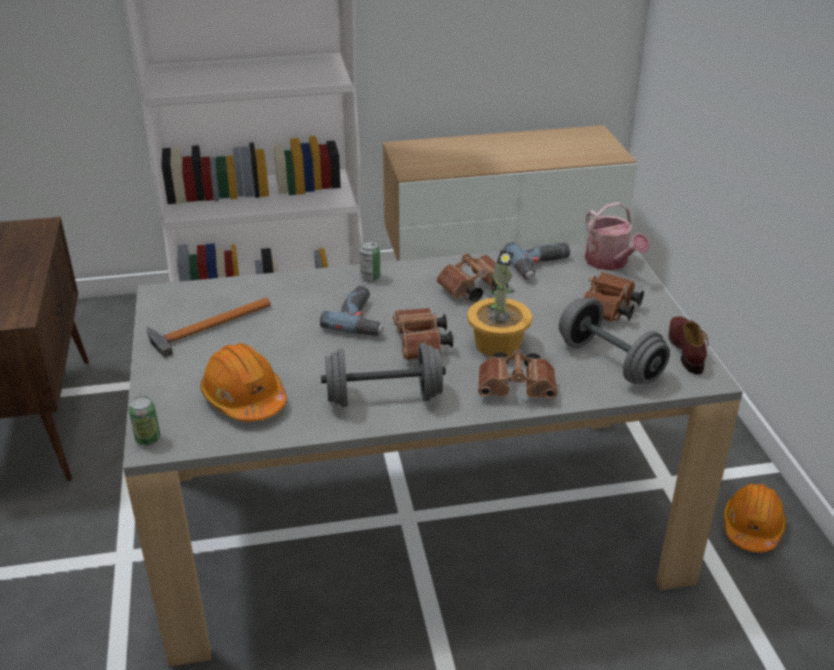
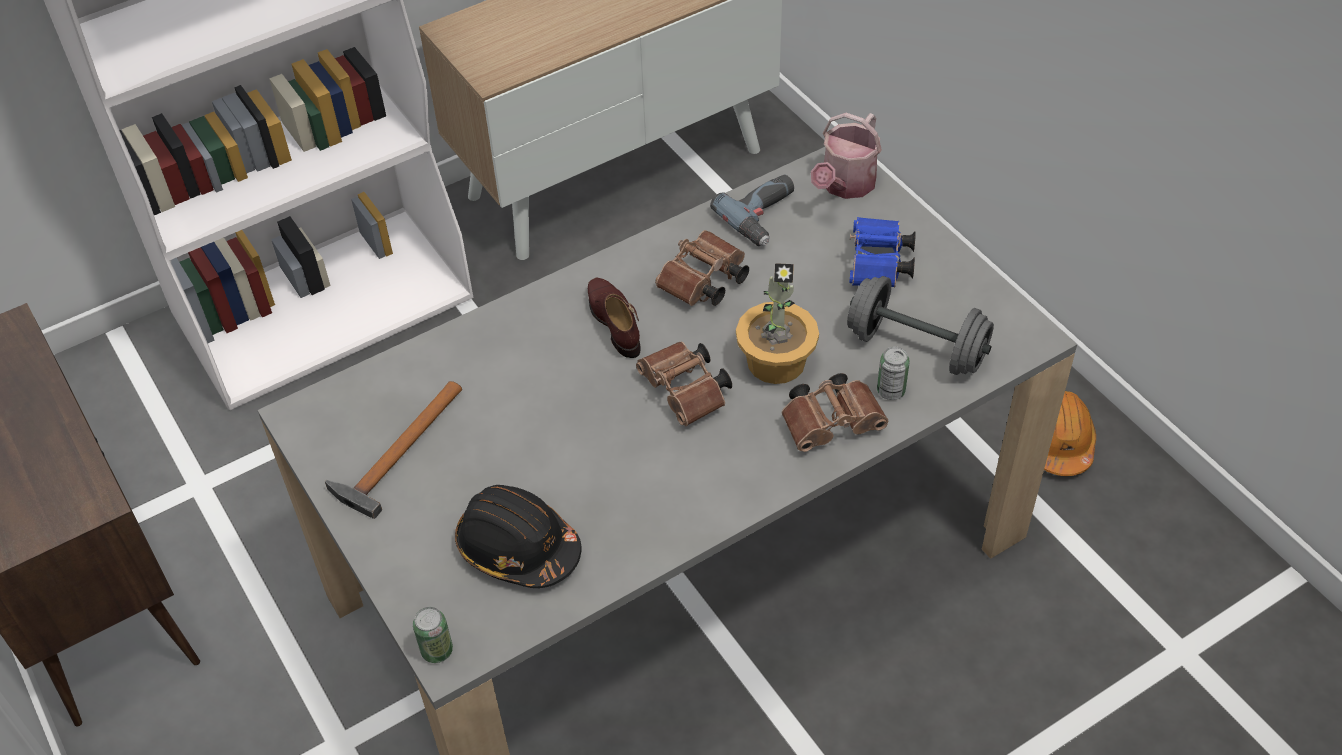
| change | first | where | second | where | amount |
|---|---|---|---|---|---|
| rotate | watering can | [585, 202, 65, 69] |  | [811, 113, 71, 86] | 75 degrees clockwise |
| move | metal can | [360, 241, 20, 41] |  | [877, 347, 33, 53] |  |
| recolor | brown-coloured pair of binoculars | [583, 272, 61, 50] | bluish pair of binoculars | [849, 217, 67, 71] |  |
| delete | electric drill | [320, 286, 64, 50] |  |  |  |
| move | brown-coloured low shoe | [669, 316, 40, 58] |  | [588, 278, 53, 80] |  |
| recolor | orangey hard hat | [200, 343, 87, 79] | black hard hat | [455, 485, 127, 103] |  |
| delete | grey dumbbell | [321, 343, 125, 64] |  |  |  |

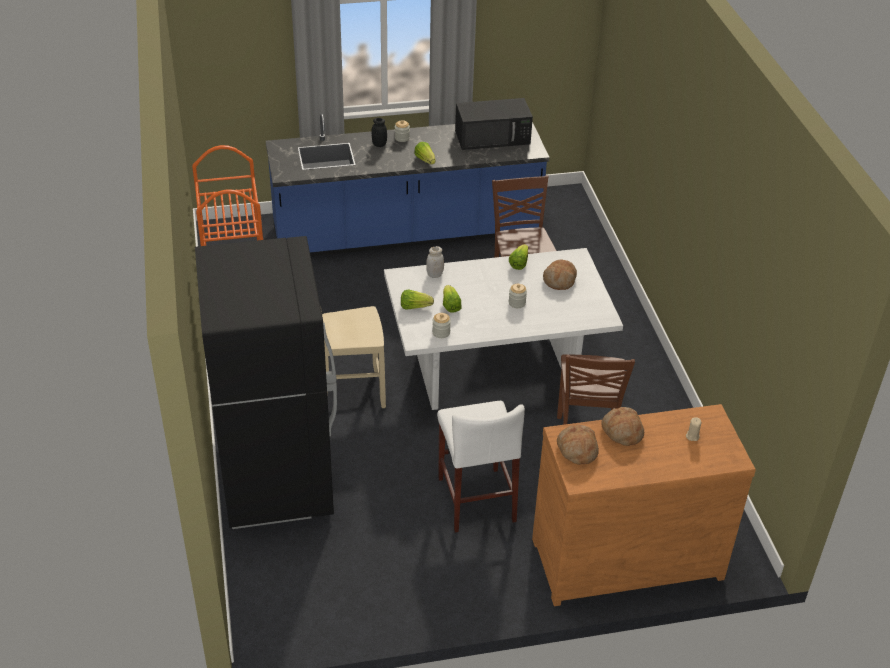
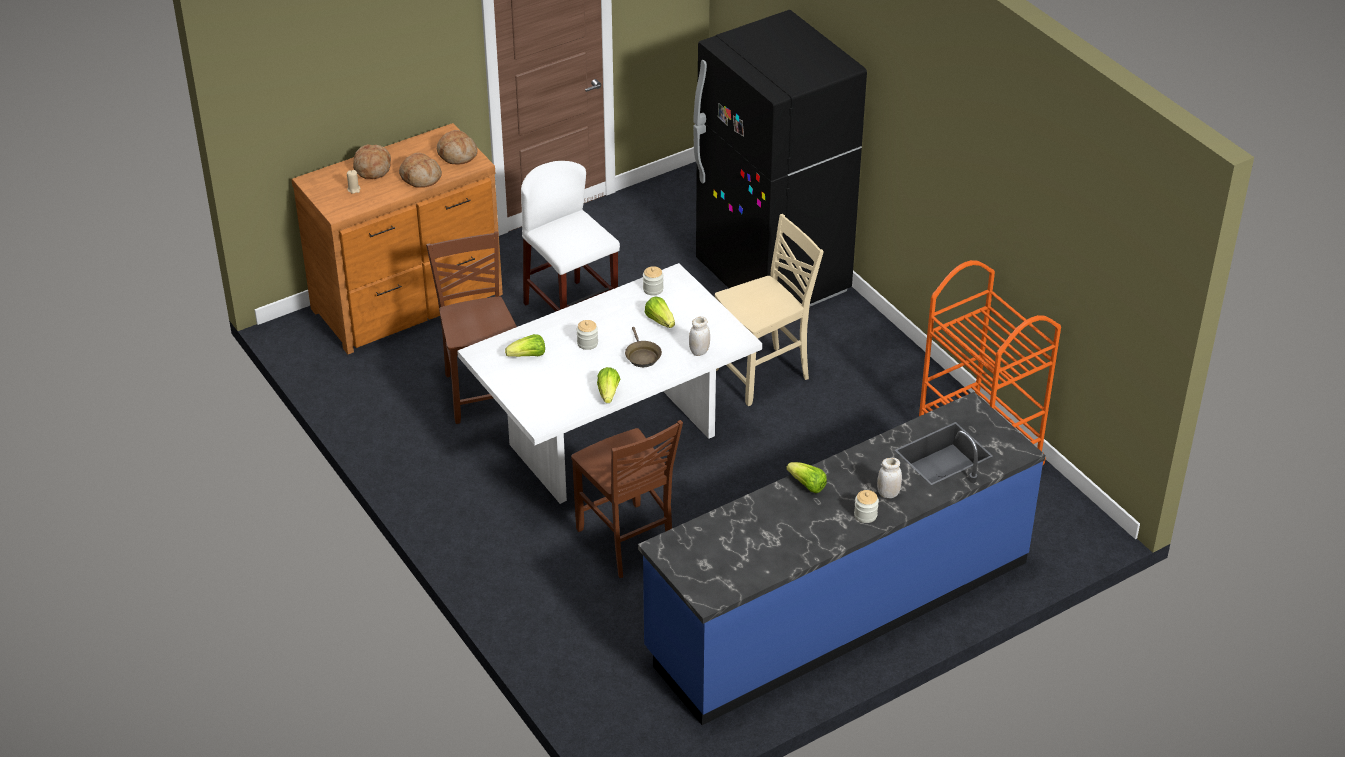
| change | first | where | second | where | amount |
|---|---|---|---|---|---|
| delete | black kitchen microwave | [455, 98, 78, 52] |  |  |  |
| recolor | black jar | [372, 118, 15, 29] | whitish jar | [877, 458, 25, 40] |  |
| move | bread | [543, 259, 34, 31] |  | [353, 144, 38, 35] |  |
| move | lettuce | [401, 289, 33, 21] |  | [505, 334, 40, 23] |  |
| insert |  |  | brown-coloured pan | [625, 327, 37, 40] |  |

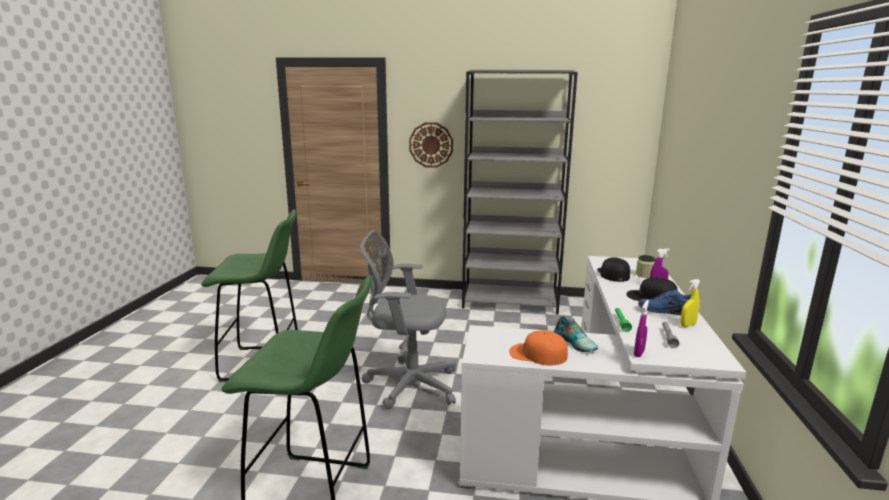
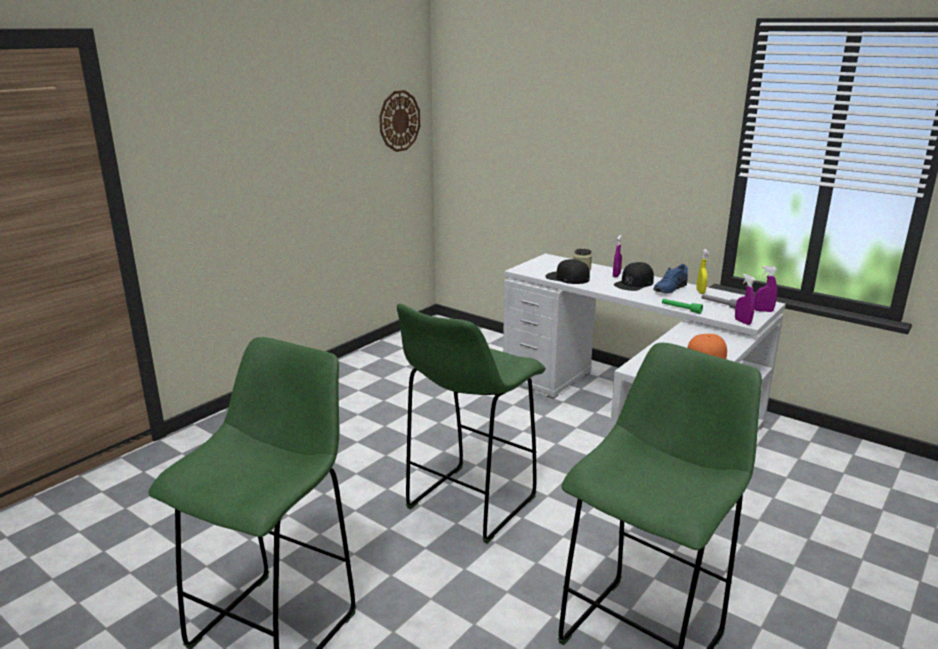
| change | first | where | second | where | amount |
|---|---|---|---|---|---|
| delete | grey bookshelf | [462, 70, 116, 244] |  |  |  |
| move | hanging clock | [409, 122, 44, 46] |  | [379, 90, 41, 62] |  |
| replace | grey office chair | [360, 230, 96, 179] | green-coloured stool seat | [397, 304, 149, 240] |  |
| delete | low shoe | [554, 316, 44, 36] |  |  |  |
| insert |  |  | purplish sprayer | [755, 266, 22, 46] |  |

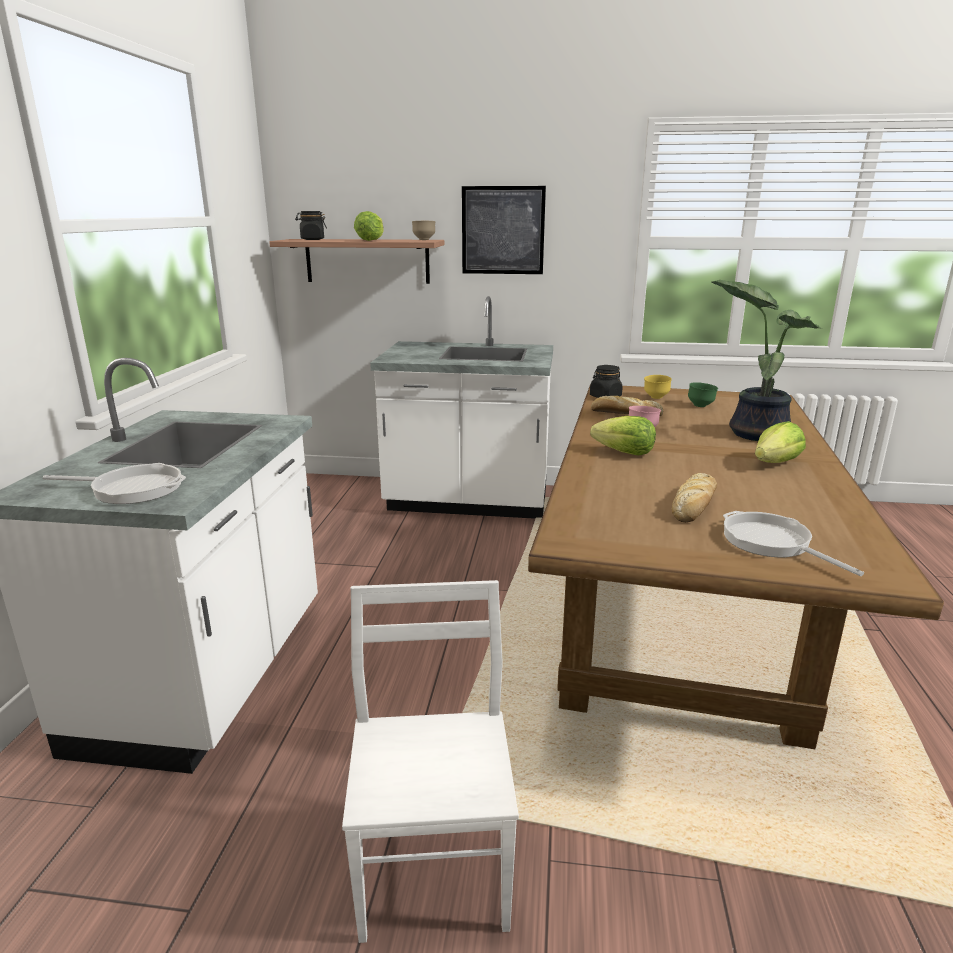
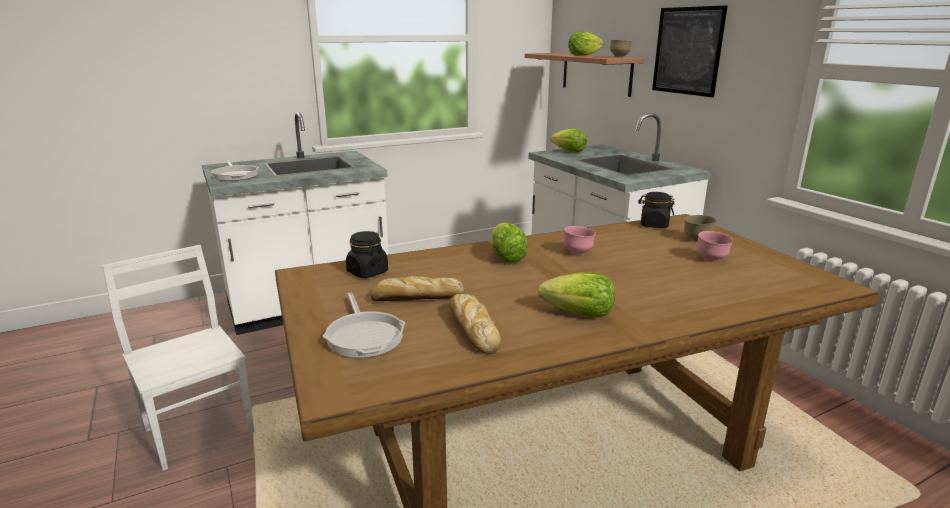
| change | first | where | second | where | amount |
|---|---|---|---|---|---|
| move | black jar | [295, 211, 32, 29] |  | [346, 231, 42, 47] |  |
| delete | potted plant | [712, 280, 110, 161] |  |  |  |
| recolor | yellow deep dish | [644, 375, 28, 24] | brown-coloured deep dish | [684, 215, 32, 27] |  |
| recolor | green-coloured deep dish | [688, 382, 30, 25] | pink-coloured deep dish | [697, 231, 36, 31] |  |
| move | bread | [591, 396, 72, 20] |  | [449, 294, 52, 60] |  |
| rotate | pan | [723, 511, 141, 65] |  | [323, 292, 82, 66] | 135 degrees clockwise |
| rotate | whitish upright chair | [342, 580, 177, 363] |  | [102, 245, 153, 226] | 90 degrees counterclockwise |
| insert |  |  | lettuce | [551, 129, 36, 24] |  |

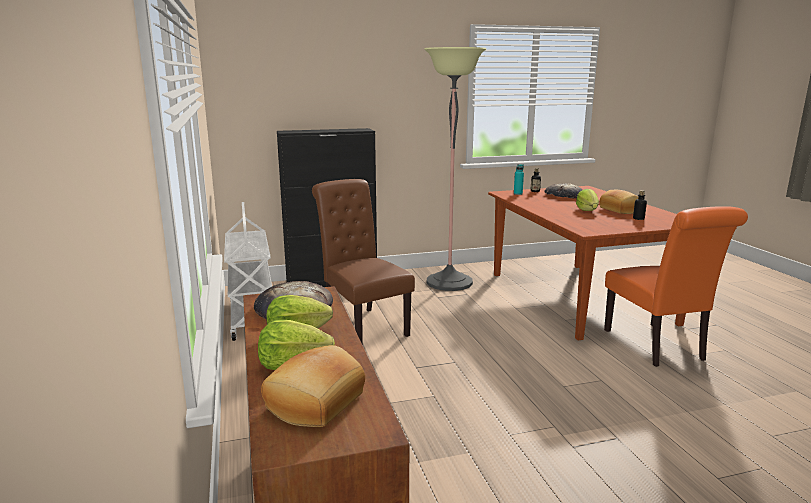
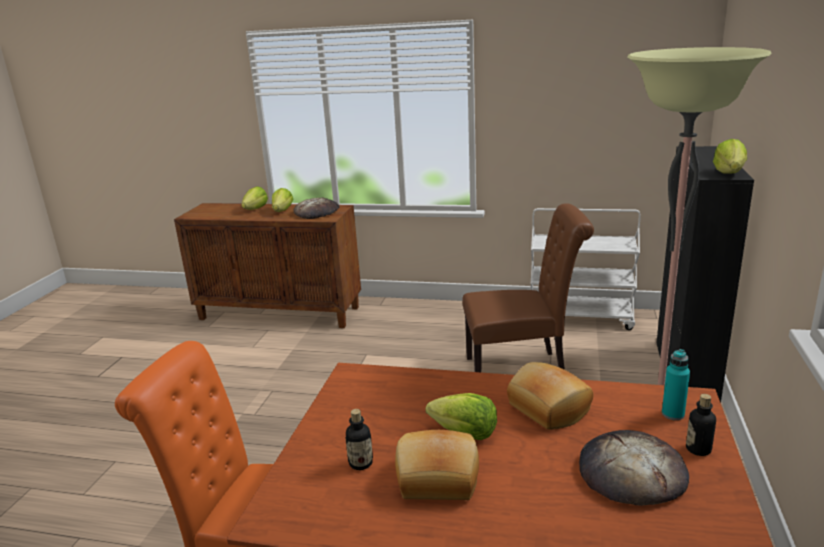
| change | first | where | second | where | amount |
|---|---|---|---|---|---|
| move | bread | [261, 345, 104, 82] |  | [507, 362, 86, 68] |  |
| insert |  |  | lettuce | [713, 139, 34, 35] |  |

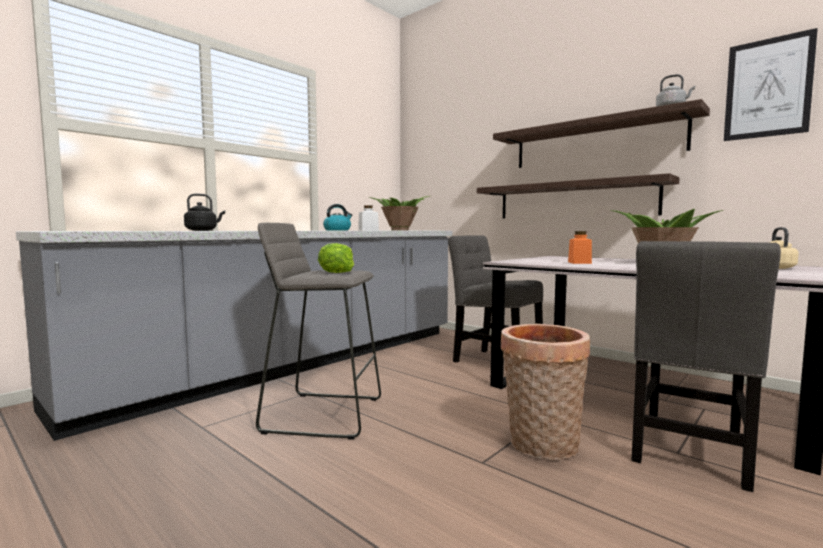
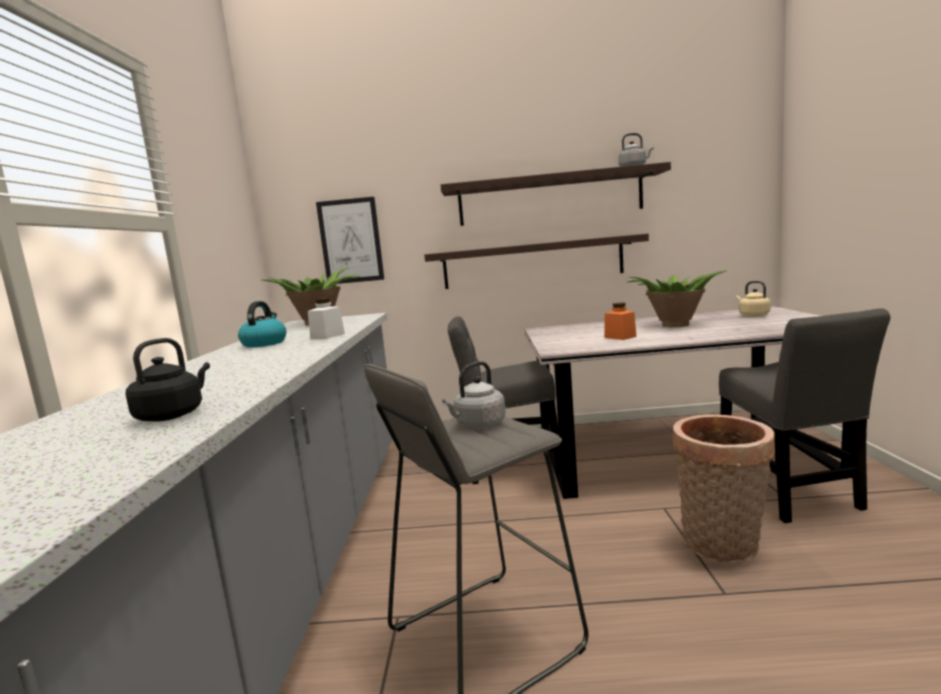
| change | first | where | second | where | amount |
|---|---|---|---|---|---|
| move | wall picture | [724, 28, 94, 113] |  | [316, 197, 68, 87] |  |
| replace | lettuce | [318, 243, 36, 30] | grey water kettle | [442, 361, 64, 67] |  |

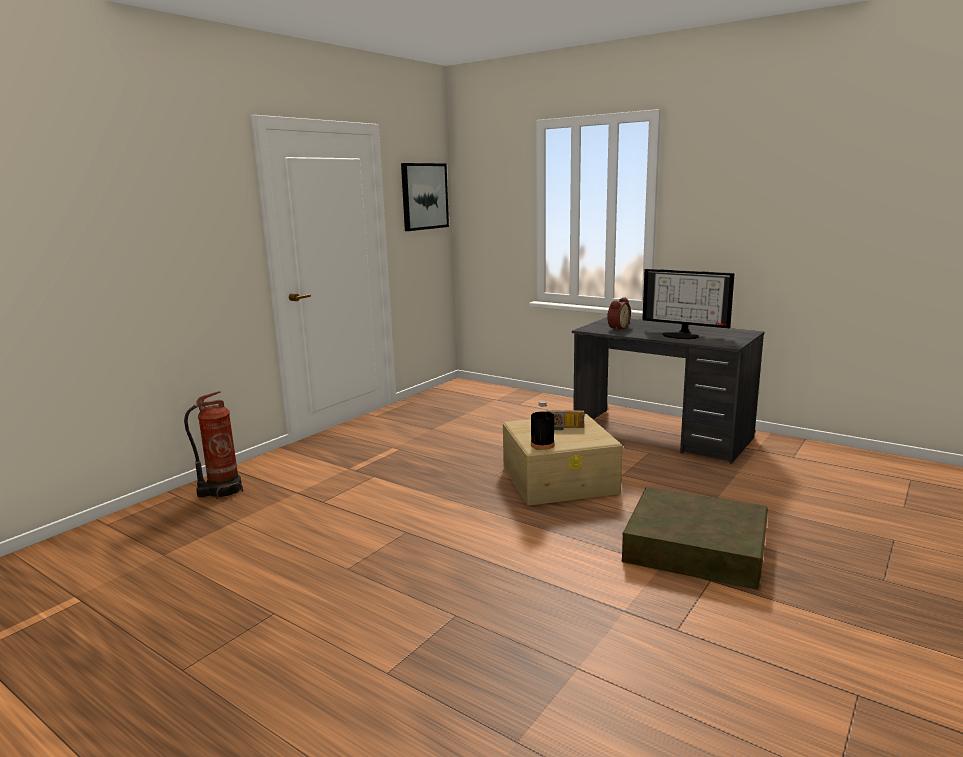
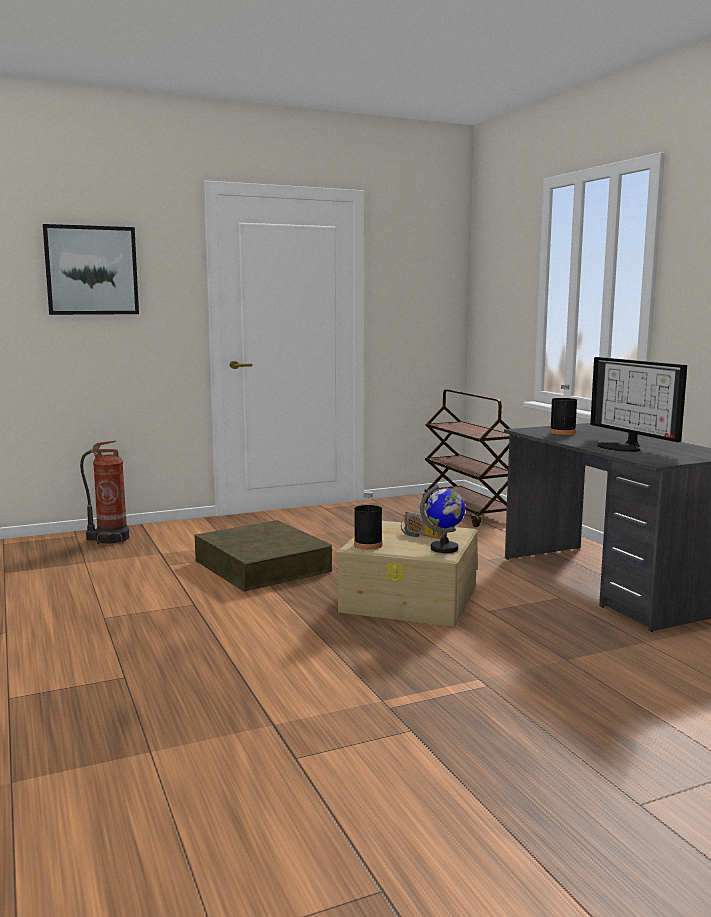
| change | first | where | second | where | amount |
|---|---|---|---|---|---|
| move | wall picture | [401, 163, 48, 68] |  | [43, 224, 96, 91] |  |
| replace | table clock | [607, 297, 24, 34] | black beverage bottle | [550, 384, 27, 51] |  |
| move | brown-coloured storage container | [622, 487, 146, 103] |  | [195, 520, 137, 72] |  |
| insert |  |  | brown-coloured wheeled cart | [423, 389, 87, 138] |  |
| insert |  |  | world globe | [420, 484, 45, 69] |  |

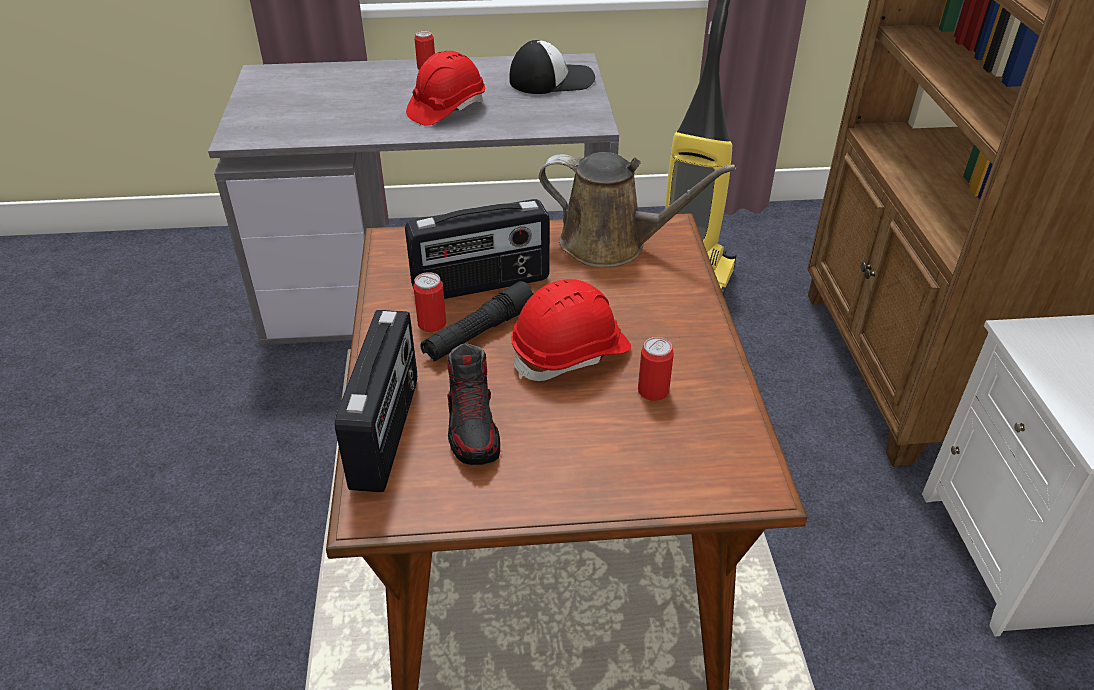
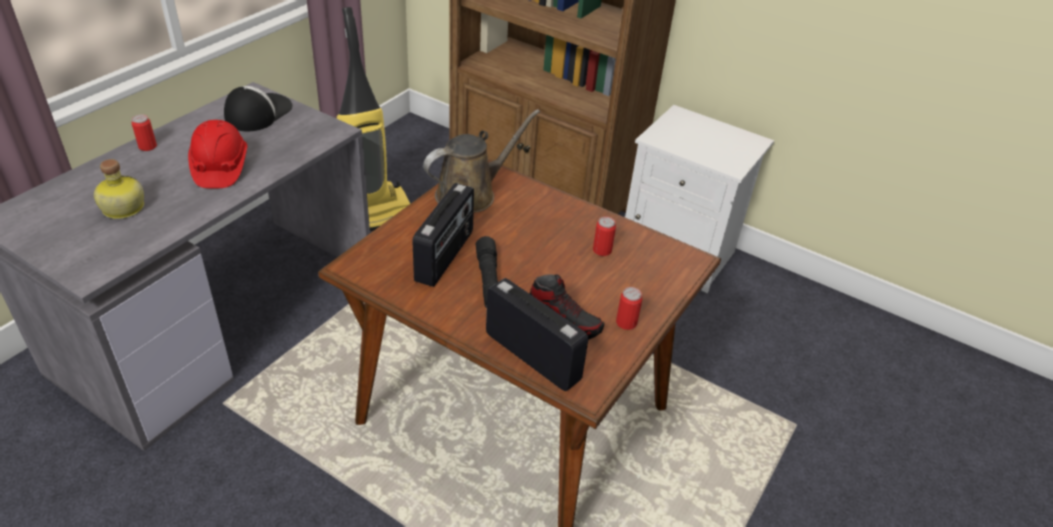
| change | first | where | second | where | amount |
|---|---|---|---|---|---|
| move | metal can | [413, 272, 33, 60] |  | [616, 287, 26, 43] |  |
| delete | reddish hard hat | [511, 279, 120, 102] |  |  |  |
| insert |  |  | beverage bottle | [94, 159, 50, 60] |  |

